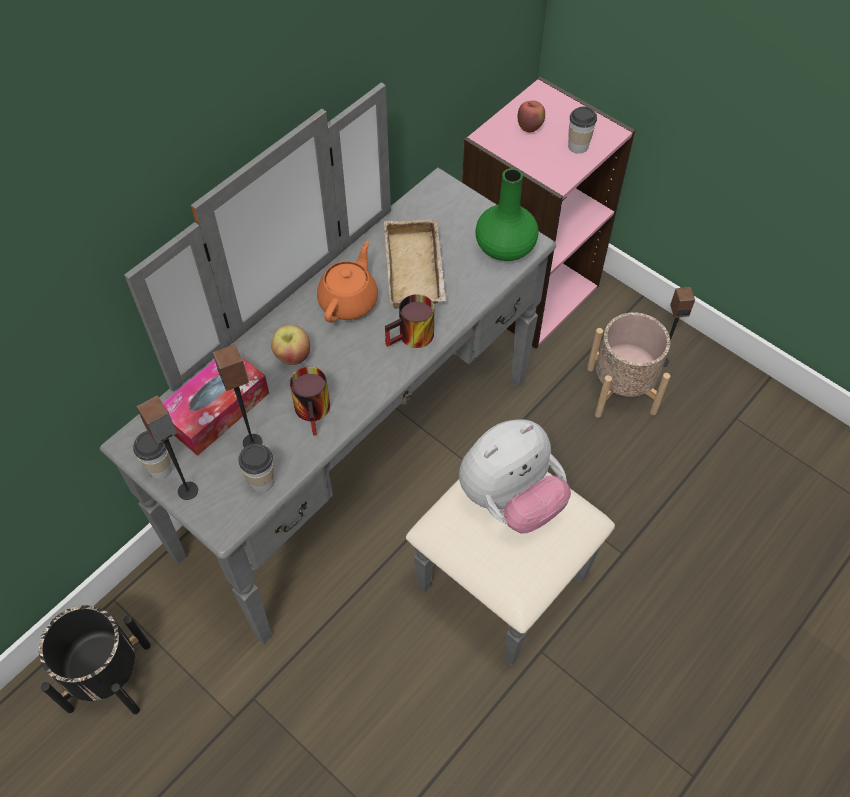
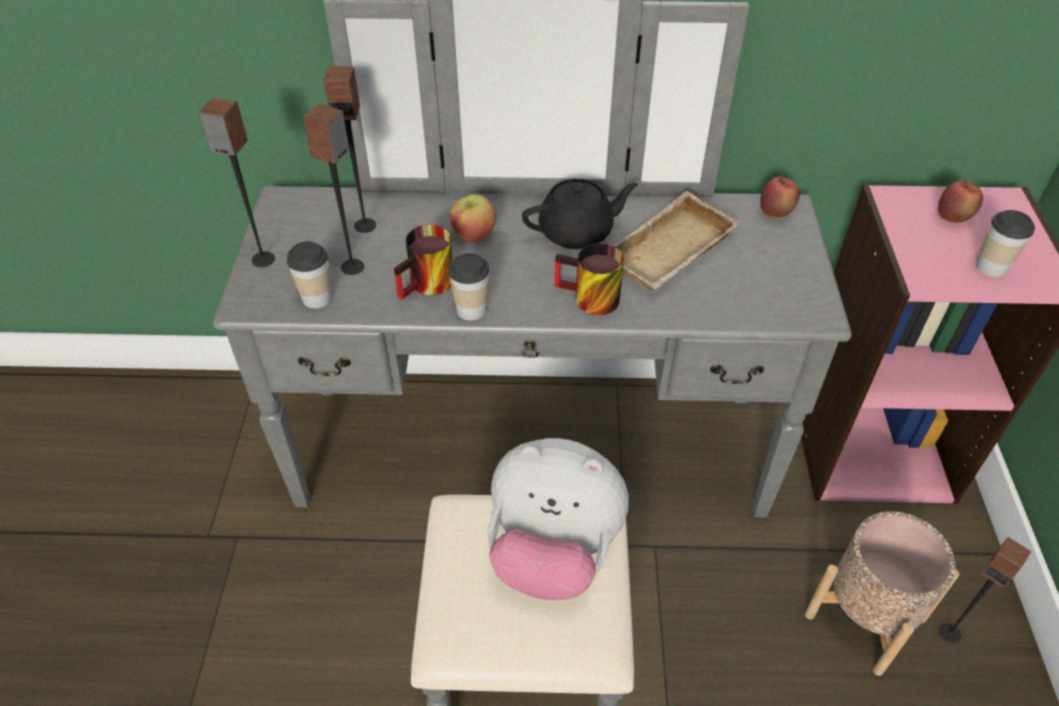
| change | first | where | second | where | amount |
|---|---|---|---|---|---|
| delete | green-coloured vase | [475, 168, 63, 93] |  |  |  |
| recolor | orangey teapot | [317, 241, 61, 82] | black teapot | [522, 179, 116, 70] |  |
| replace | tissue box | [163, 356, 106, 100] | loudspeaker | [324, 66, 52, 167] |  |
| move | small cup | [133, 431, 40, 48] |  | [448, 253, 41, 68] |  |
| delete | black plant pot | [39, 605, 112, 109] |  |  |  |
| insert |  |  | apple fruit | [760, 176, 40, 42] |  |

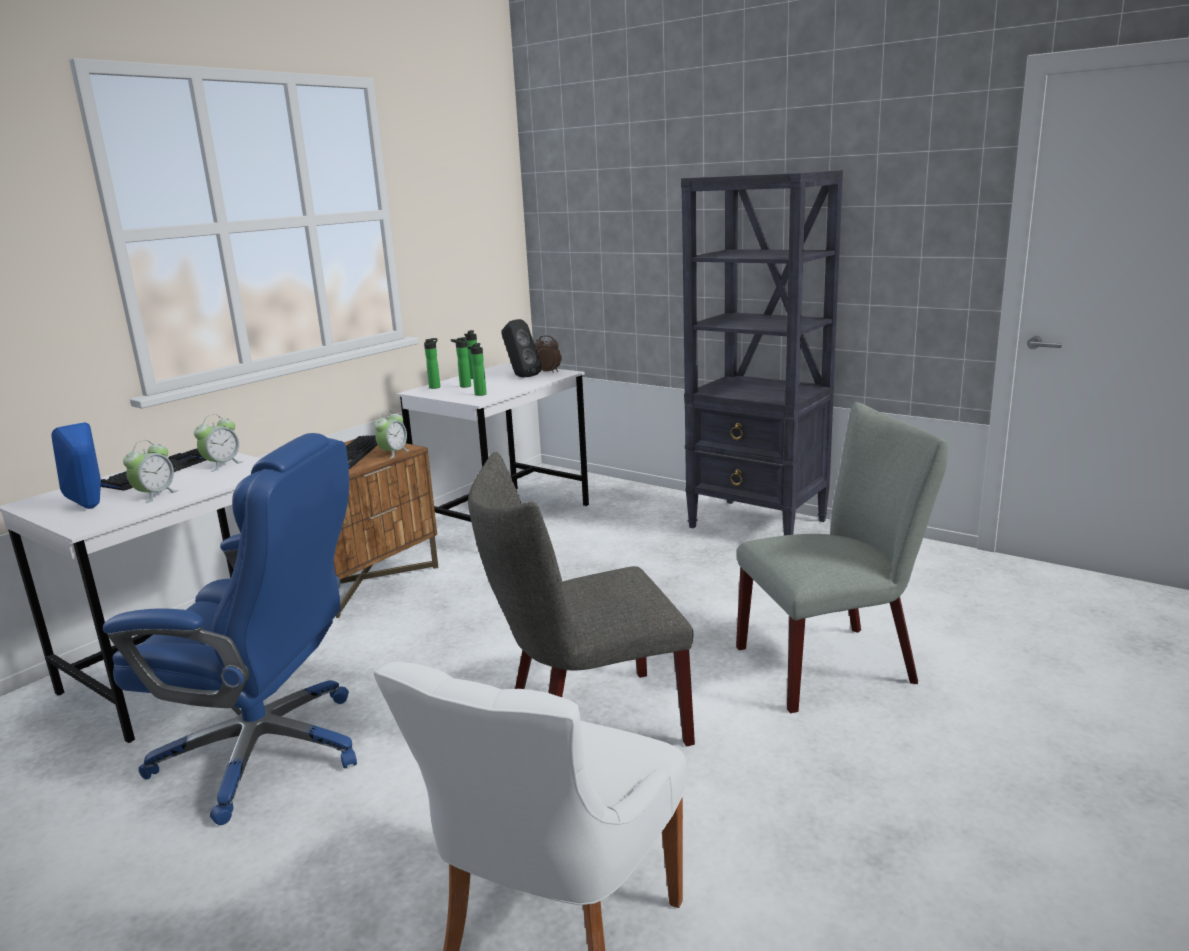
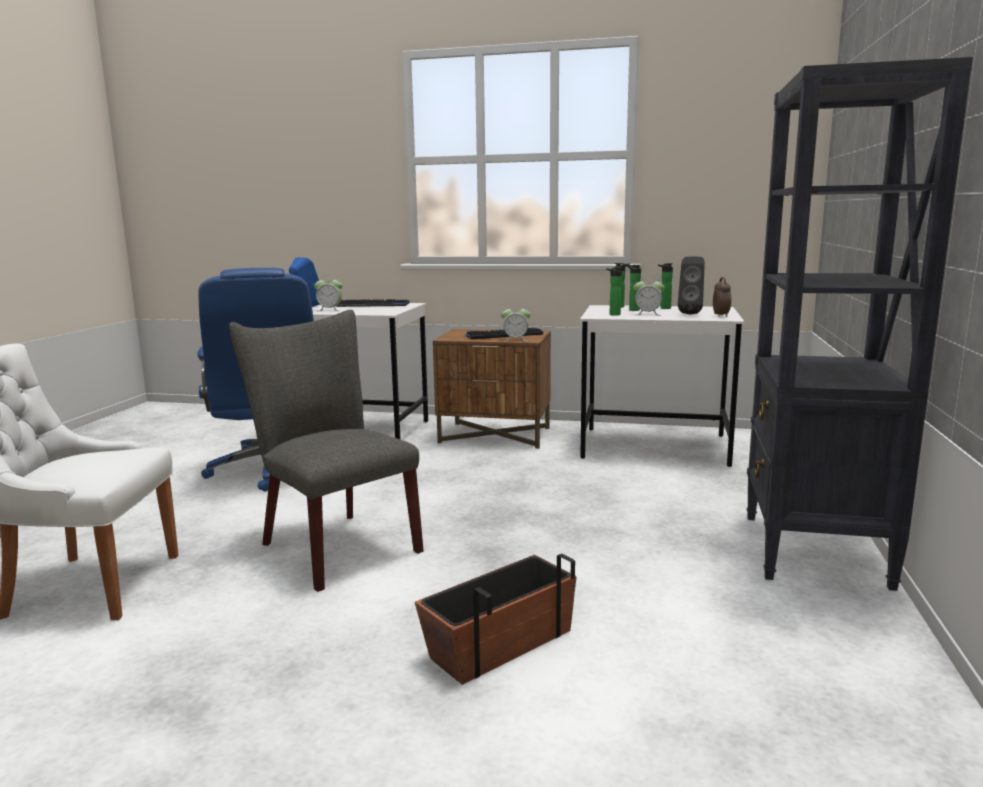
| change | first | where | second | where | amount |
|---|---|---|---|---|---|
| replace | grey upright chair | [736, 402, 212, 311] | plant pot | [415, 554, 162, 131] |  |
| move | table clock | [194, 414, 49, 58] |  | [633, 276, 32, 40] |  |

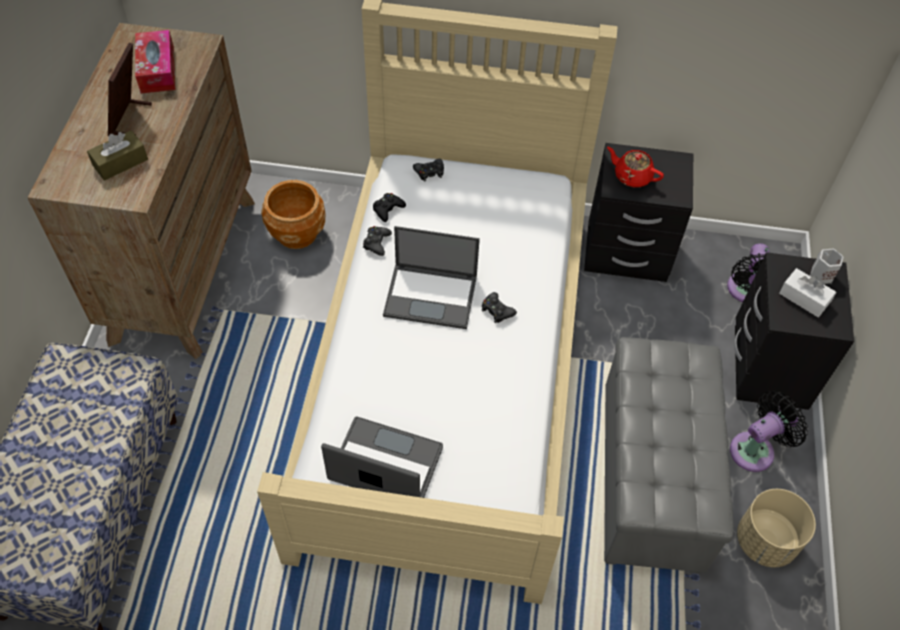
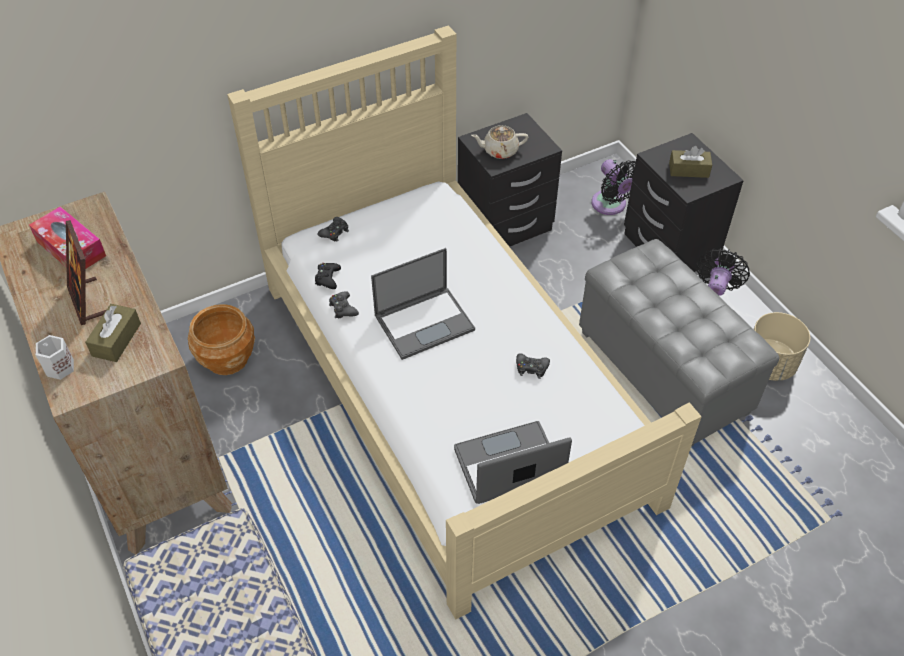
| change | first | where | second | where | amount |
|---|---|---|---|---|---|
| recolor | reddish teapot | [607, 147, 57, 40] | beige teapot | [471, 125, 57, 34] |  |
| move | whitish tea mug | [810, 248, 34, 36] |  | [36, 335, 38, 45] |  |
| recolor | whitish tissue box | [779, 268, 57, 49] | brown-coloured tissue box | [669, 146, 43, 32] |  |
| move | black joypad | [481, 292, 36, 31] |  | [516, 354, 34, 25] |  |

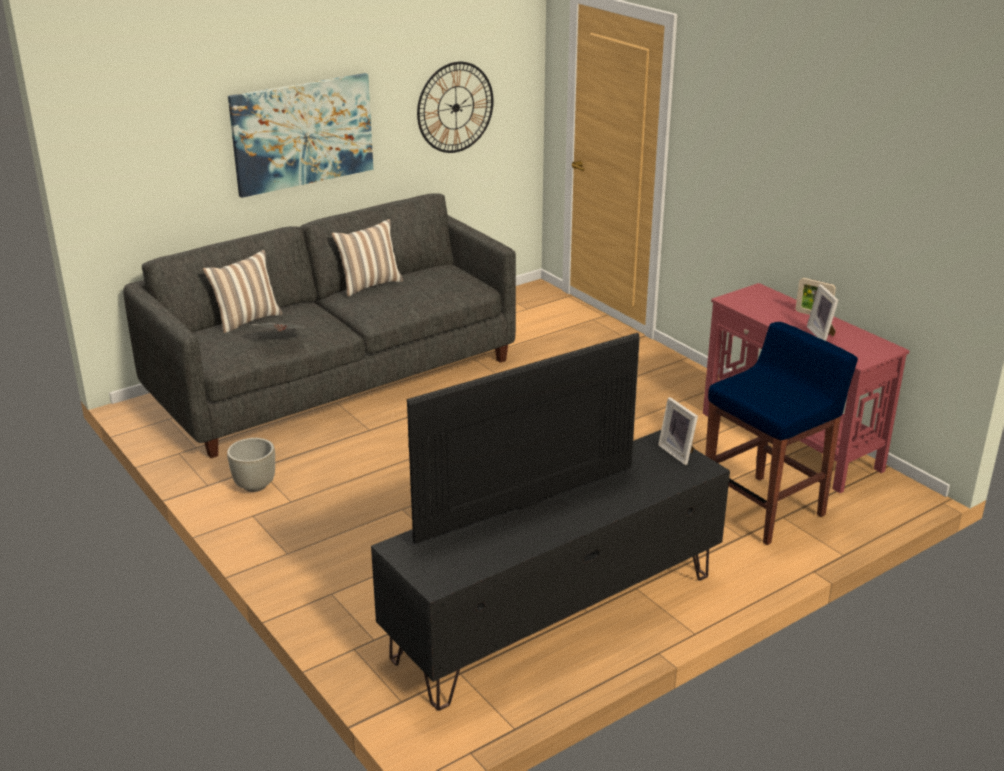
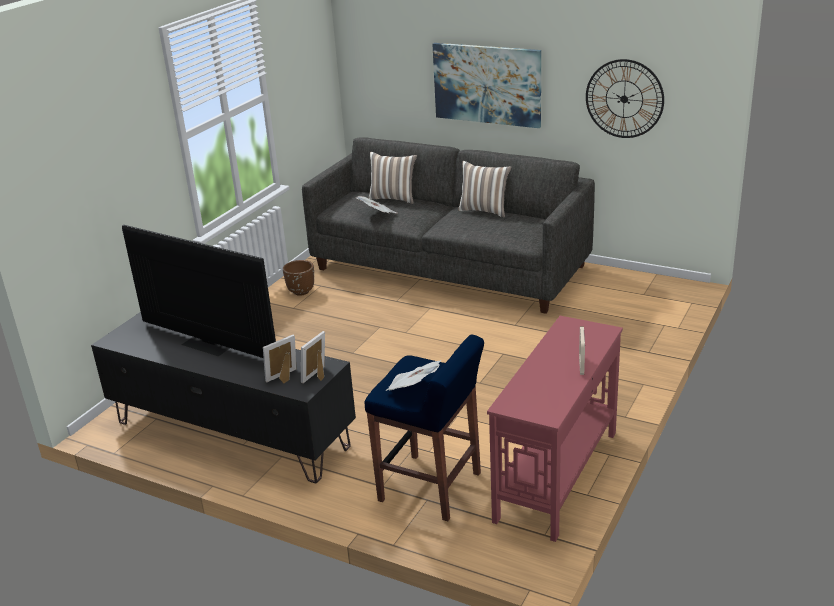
| change | first | where | second | where | amount |
|---|---|---|---|---|---|
| move | picture frame | [807, 284, 31, 57] |  | [263, 334, 33, 49] |  |
| recolor | grey plant pot | [227, 438, 48, 54] | brown-coloured plant pot | [283, 260, 31, 36] |  |
| insert |  |  | printed paper | [385, 360, 57, 31] |  |

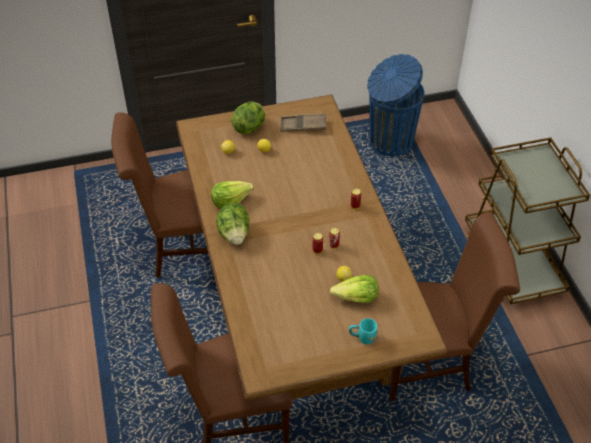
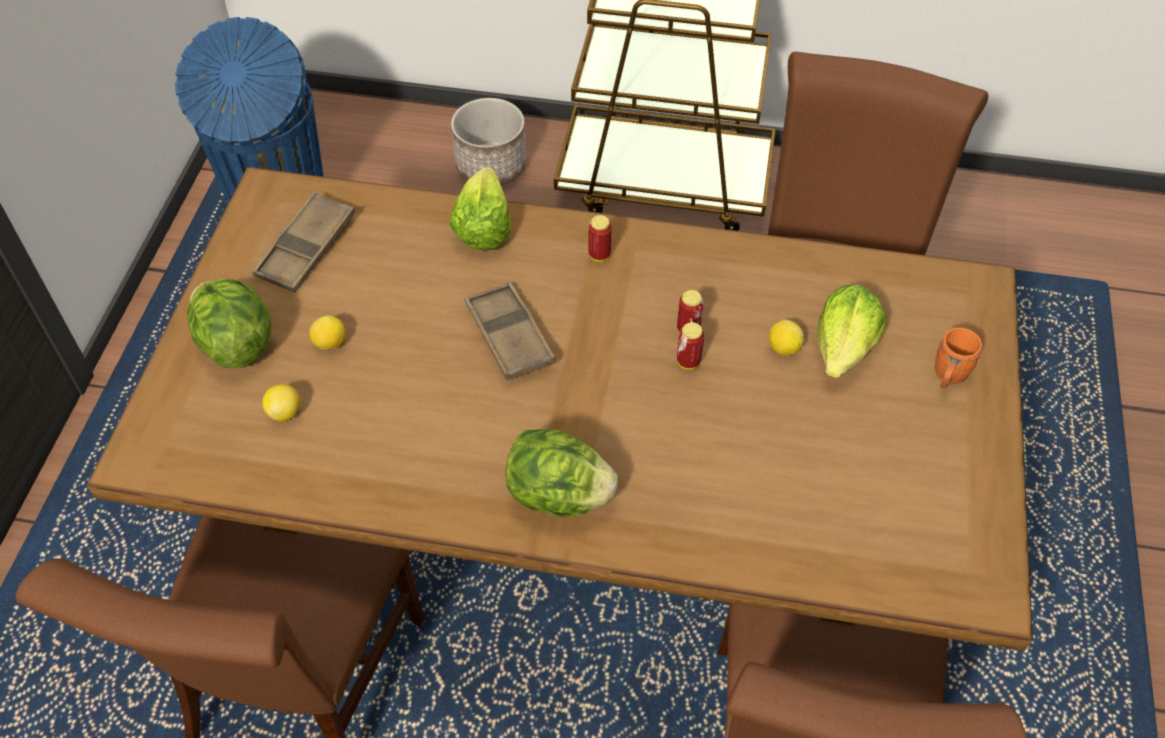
| change | first | where | second | where | amount |
|---|---|---|---|---|---|
| move | lettuce | [211, 181, 43, 28] |  | [449, 167, 62, 83] |  |
| recolor | turquoise tea mug | [349, 318, 29, 26] | orangey tea mug | [935, 328, 47, 61] |  |
| insert |  |  | plant pot | [451, 98, 75, 87] |  |
| insert |  |  | brown-coloured tray | [465, 282, 91, 98] |  |

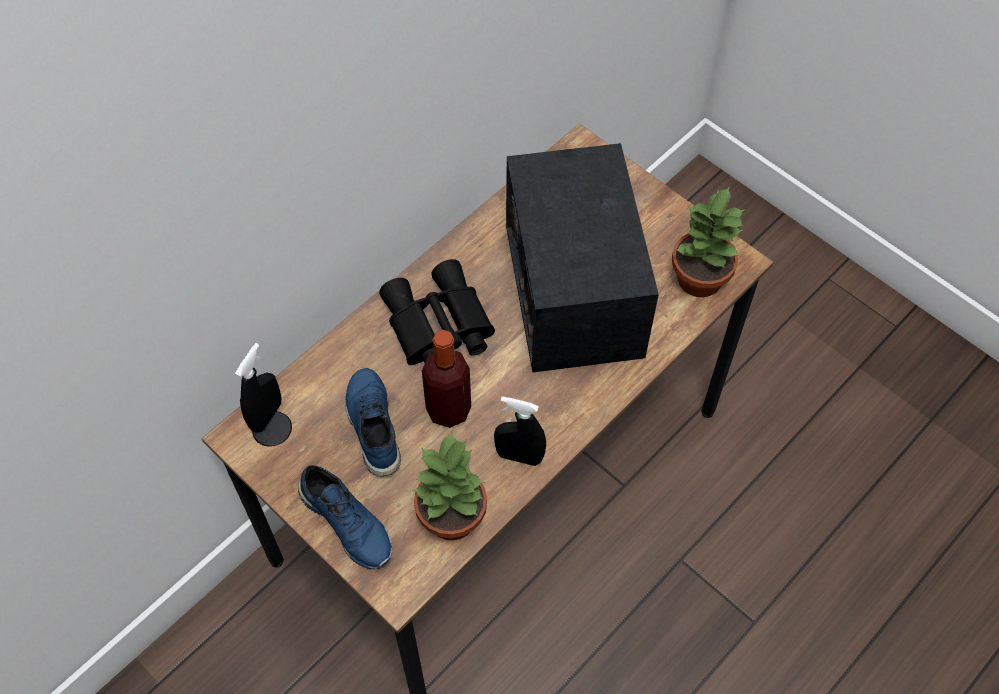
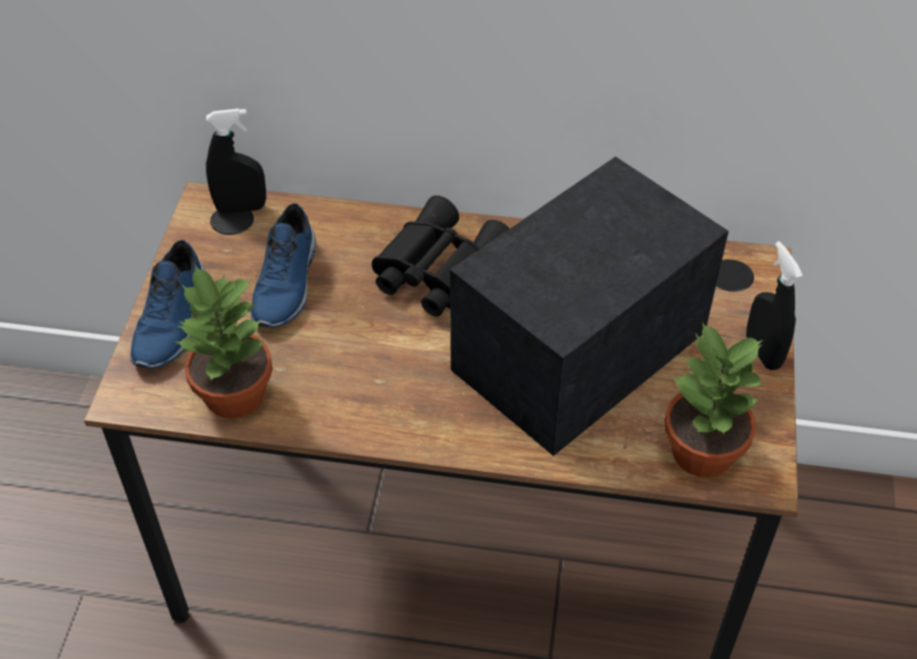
| change | first | where | second | where | amount |
|---|---|---|---|---|---|
| delete | beverage bottle | [422, 330, 49, 98] |  |  |  |
| rotate | bluish low shoe | [345, 367, 56, 110] |  | [251, 203, 65, 125] | 150 degrees clockwise |
| move | black sprayer | [494, 396, 52, 70] |  | [746, 241, 57, 129] |  |

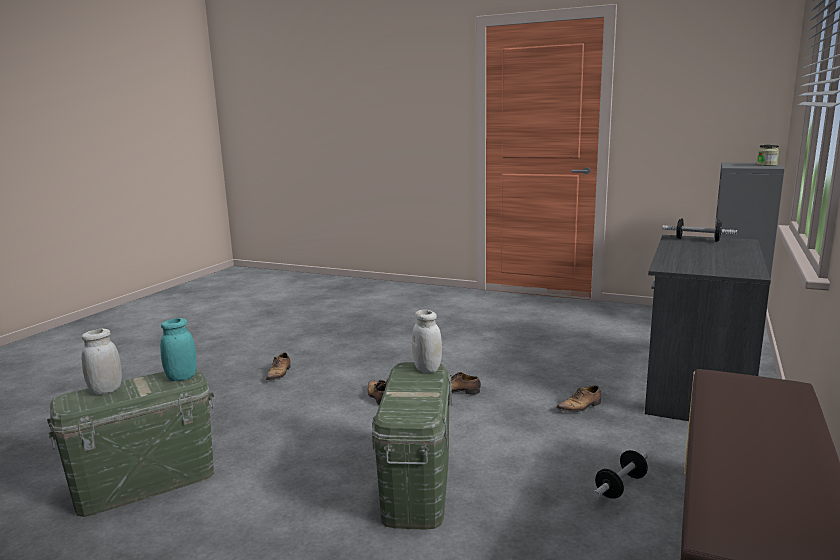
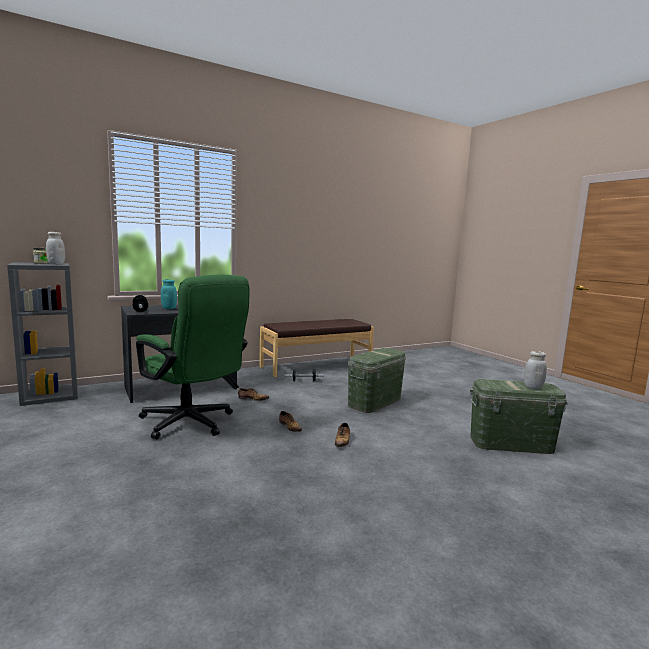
| change | first | where | second | where | amount |
|---|---|---|---|---|---|
| move | whitish jar | [412, 310, 30, 63] |  | [46, 232, 19, 33] |  |
| move | turquoise jar | [160, 318, 37, 63] |  | [161, 279, 16, 30] |  |
| delete | low shoe | [266, 353, 25, 27] |  |  |  |
| insert |  |  | green-coloured office chair | [136, 275, 114, 164] |  |

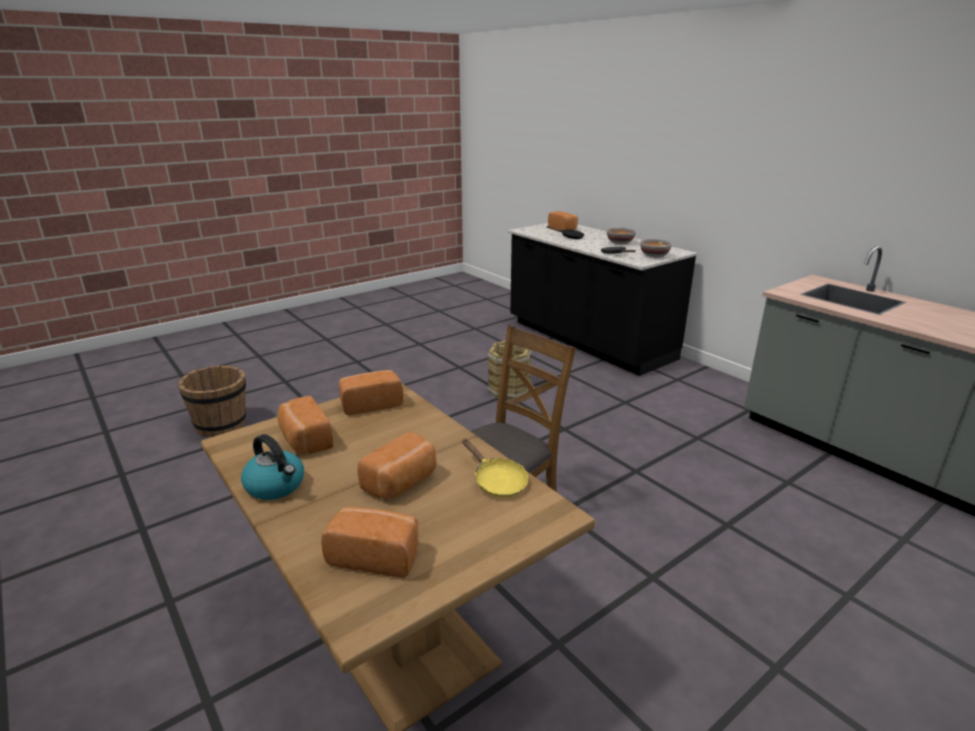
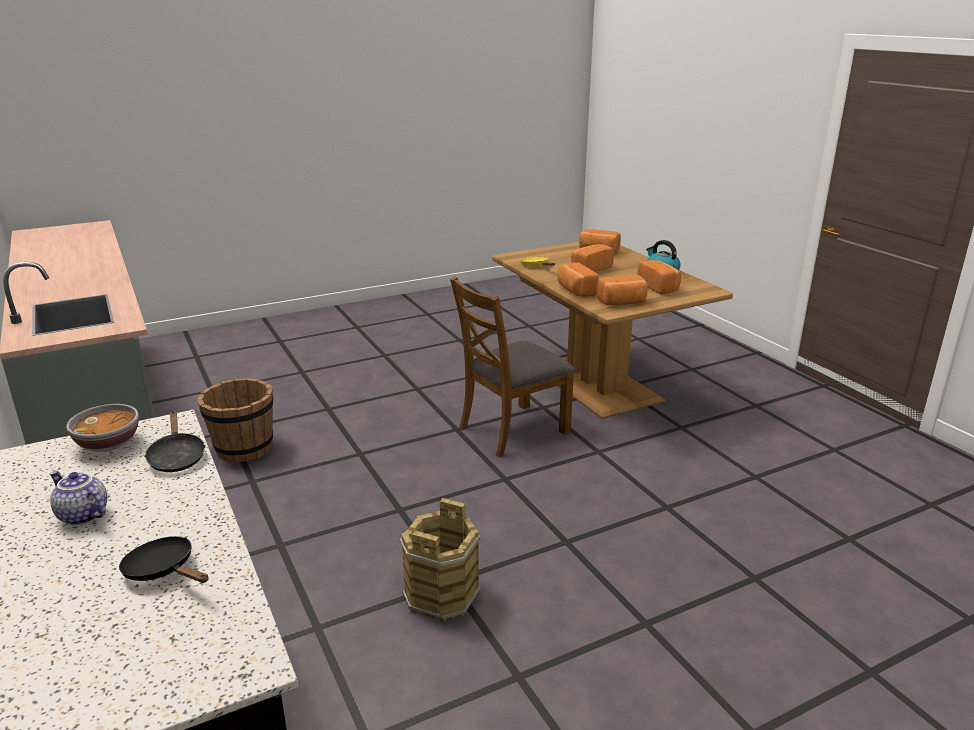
| change | first | where | second | where | amount |
|---|---|---|---|---|---|
| move | bread | [548, 211, 30, 19] |  | [557, 262, 42, 35] |  |
| replace | deep dish | [607, 228, 29, 16] | teapot | [50, 471, 57, 54] |  |
| move | brown-coloured pail | [178, 365, 68, 72] |  | [197, 378, 77, 85] |  |

